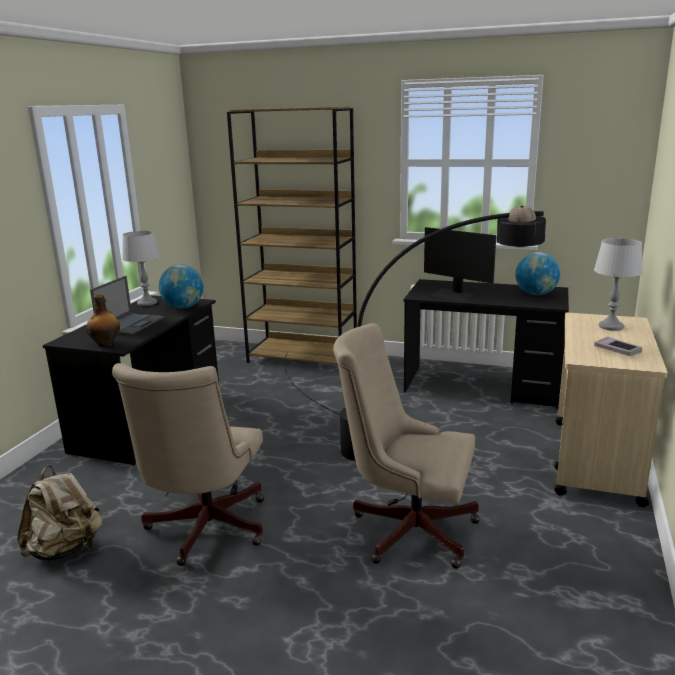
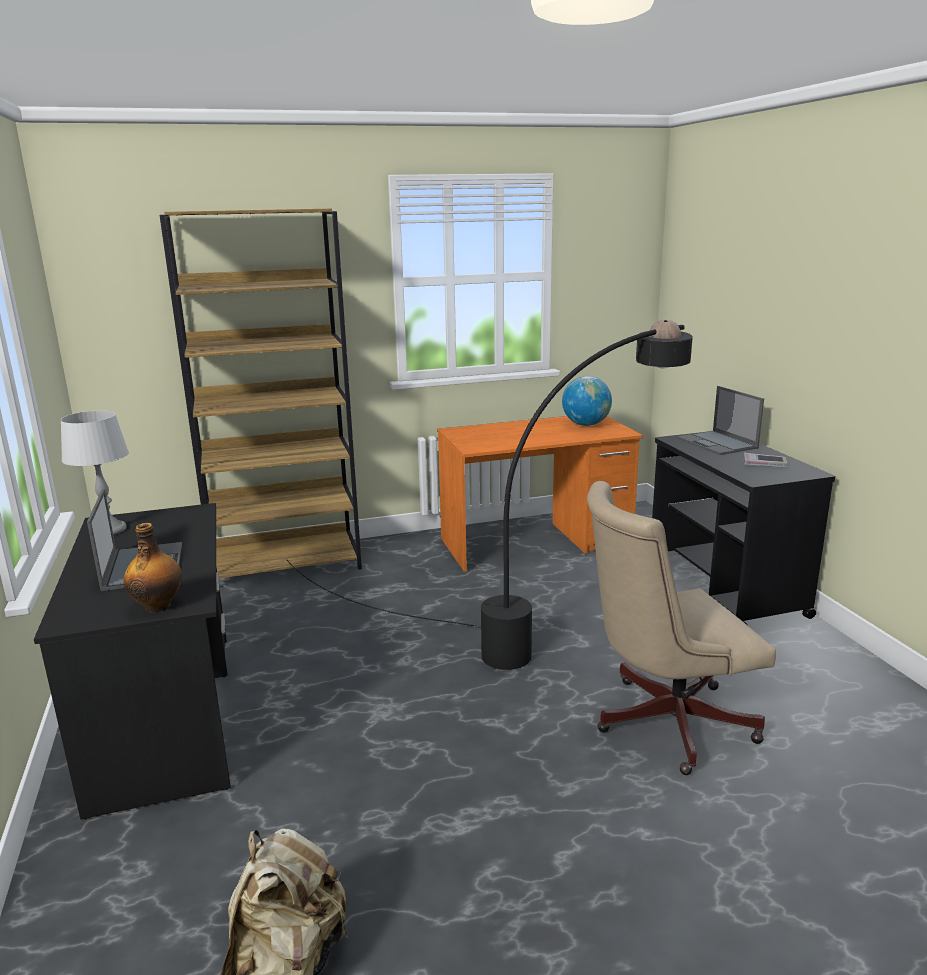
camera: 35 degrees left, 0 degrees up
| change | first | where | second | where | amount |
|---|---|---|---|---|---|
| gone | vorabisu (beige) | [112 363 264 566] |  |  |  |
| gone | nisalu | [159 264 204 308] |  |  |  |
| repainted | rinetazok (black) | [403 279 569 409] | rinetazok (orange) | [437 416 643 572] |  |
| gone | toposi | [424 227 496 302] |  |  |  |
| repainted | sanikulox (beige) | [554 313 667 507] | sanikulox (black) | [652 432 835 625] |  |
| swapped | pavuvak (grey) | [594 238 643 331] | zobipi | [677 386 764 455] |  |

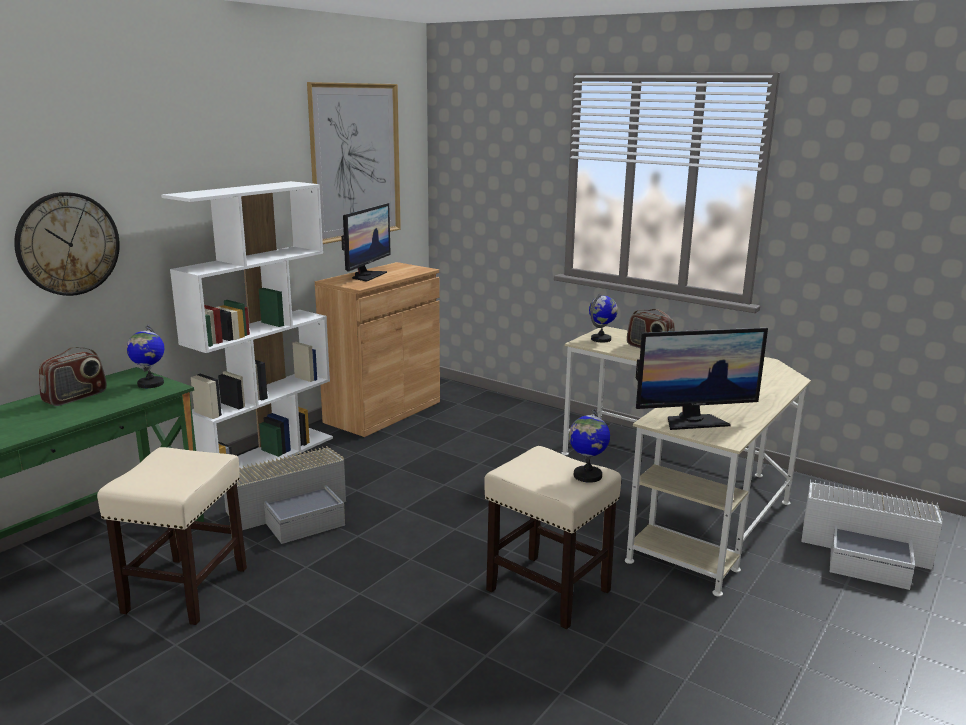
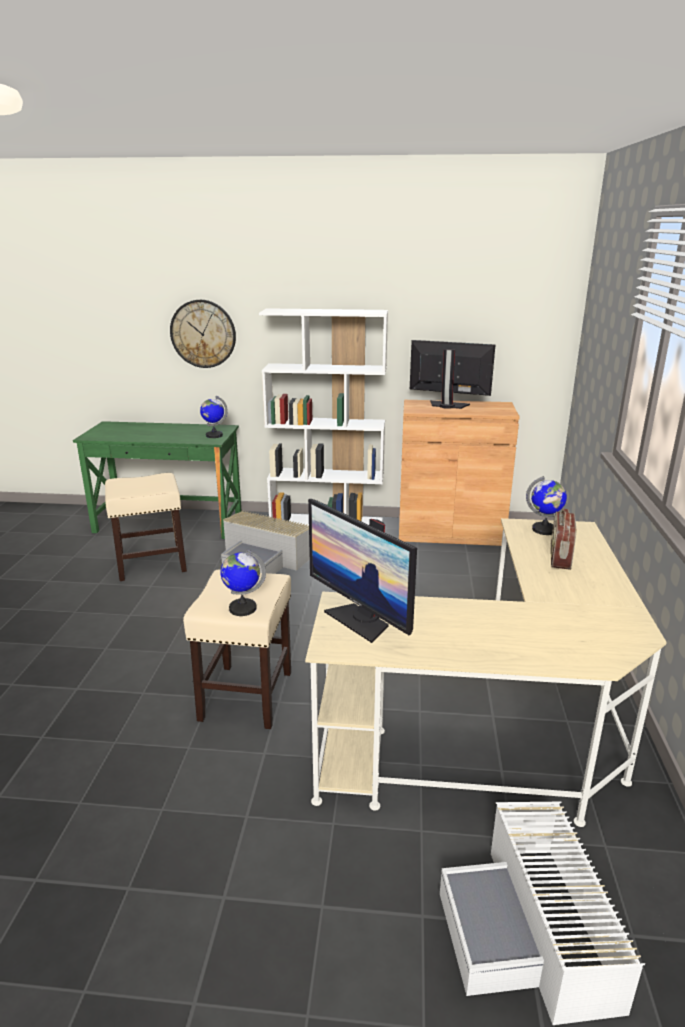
camera: 60 degrees right, 5 degrees up
| change | first | where | second | where | amount |
|---|---|---|---|---|---|
| gone | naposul | [39 347 107 406] |  |  |  |
| gone | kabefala | [307 82 401 244] |  |  |  |
| rotated | toposi | [341 203 391 282] |  | [410 340 495 409] | 150 degrees counterclockwise |

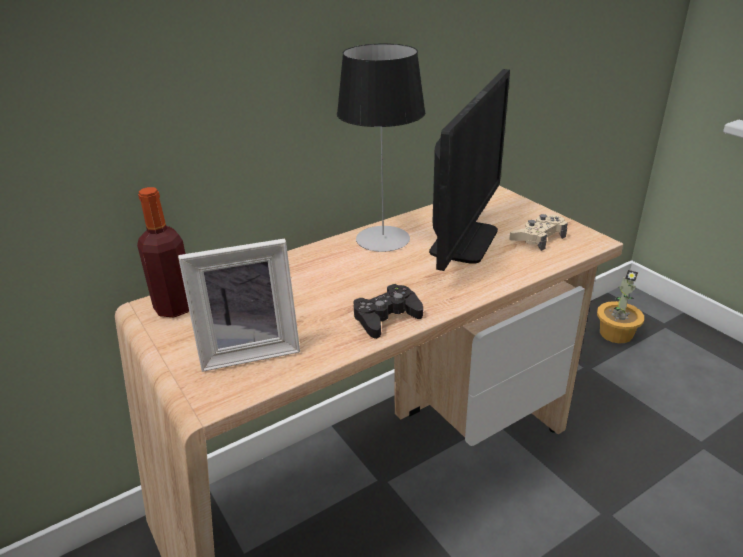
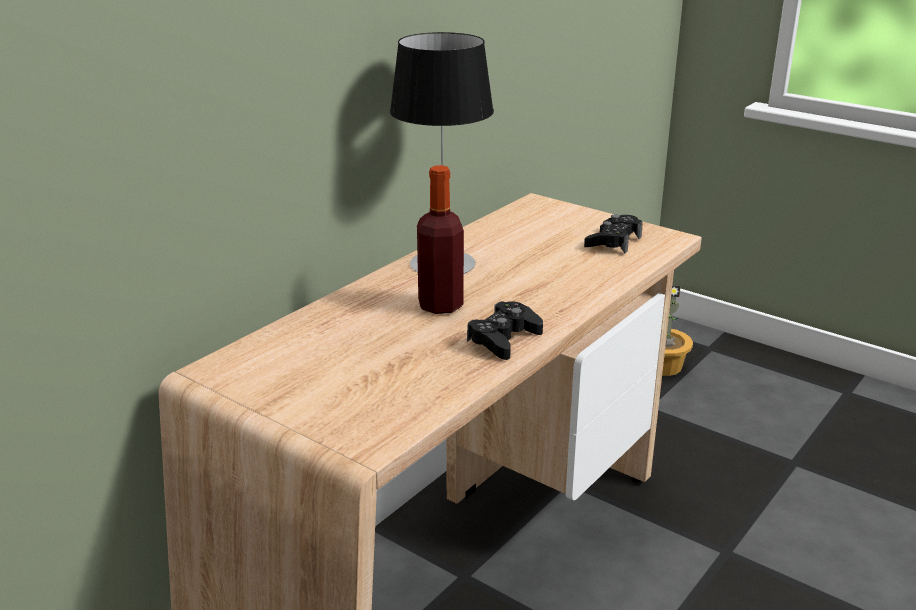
camera: 20 degrees left, 5 degrees down
| change | first | where | second | where | amount |
|---|---|---|---|---|---|
| shifted | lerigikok | [137 187 189 318] |  | [417 165 464 314] |  |
| gone | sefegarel | [178 238 300 372] |  |  |  |
| gone | toposi | [429 69 510 271] |  |  |  |
| repainted | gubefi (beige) | [509 214 568 251] | gubefi (black) | [584 214 643 253] |  |

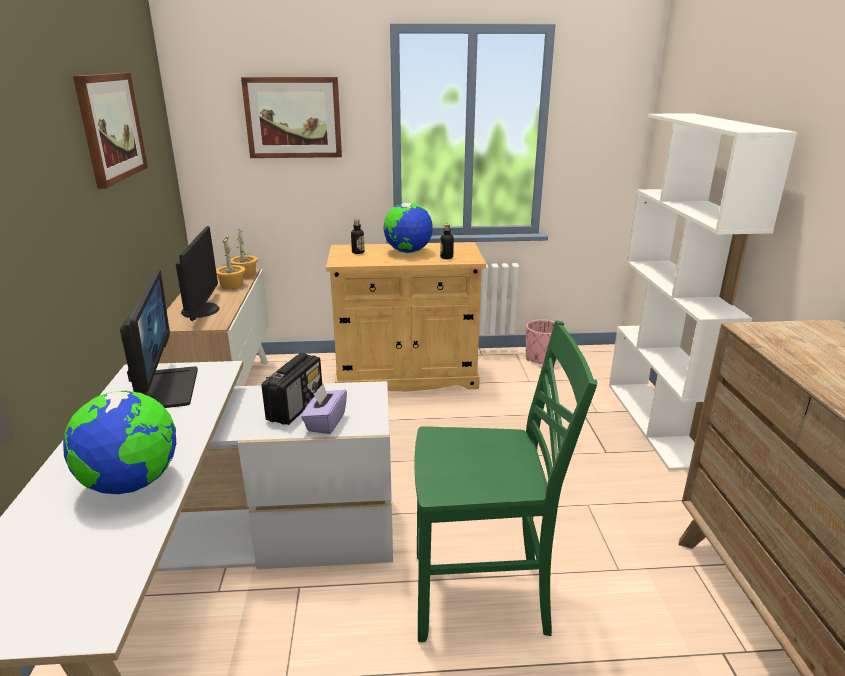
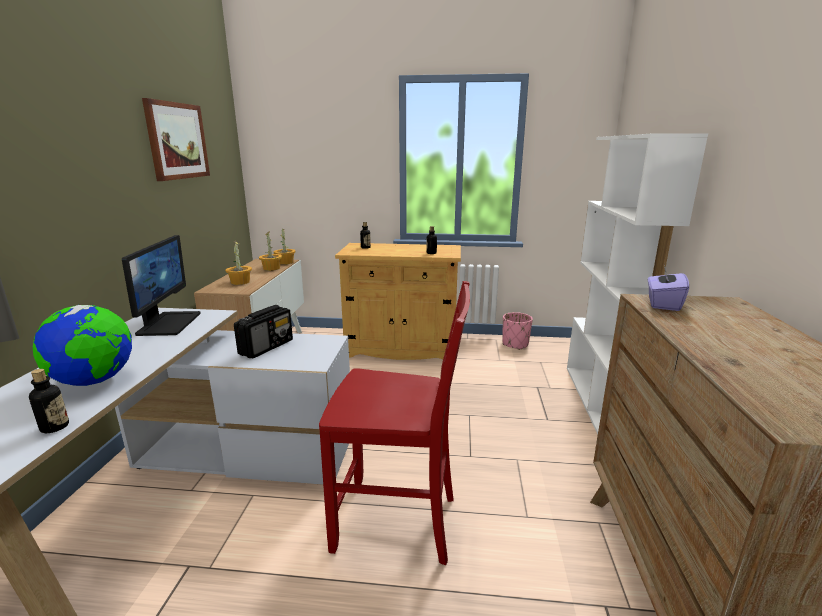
camera: 10 degrees right, 5 degrees down
| change | first | where | second | where | amount |
|---|---|---|---|---|---|
| swapped | toposi | [176 226 219 321] | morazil | [225 241 252 285] |  |
| gone | kabefala | [241 77 342 158] |  |  |  |
| shifted | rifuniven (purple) | [301 384 347 434] |  | [648 263 689 311] |  |
| gone | nisalu | [383 202 433 253] |  |  |  |
| repainted | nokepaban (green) | [414 320 597 642] | nokepaban (red) | [319 281 470 565] |  |
| new |  |  | lerigikok | [29 369 69 433] |  |

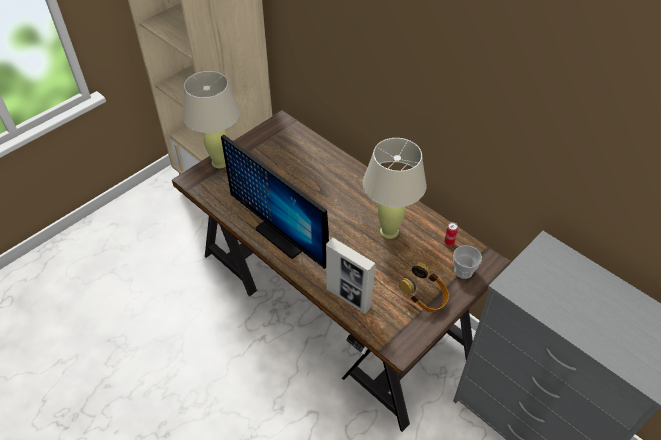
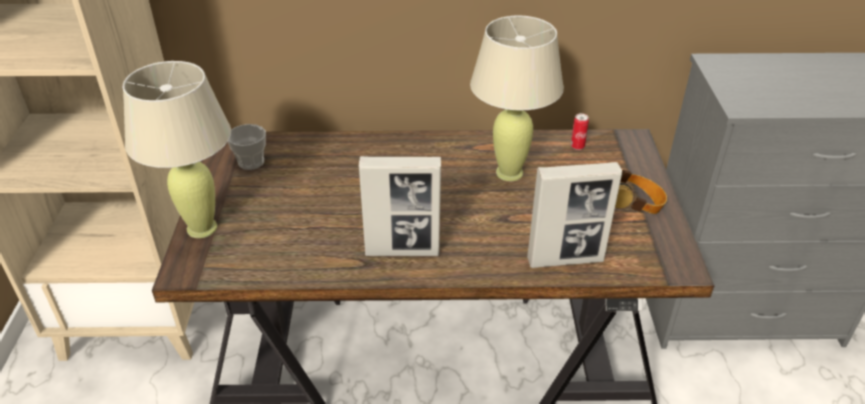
camera: 45 degrees left, 10 degrees down
| change | first | where | second | where | amount |
|---|---|---|---|---|---|
| swapped | toposi | [221 135 329 269] | sefegarel | [359 156 441 256] |  |
| shifted | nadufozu | [453 245 482 279] |  | [228 124 266 170] |  |

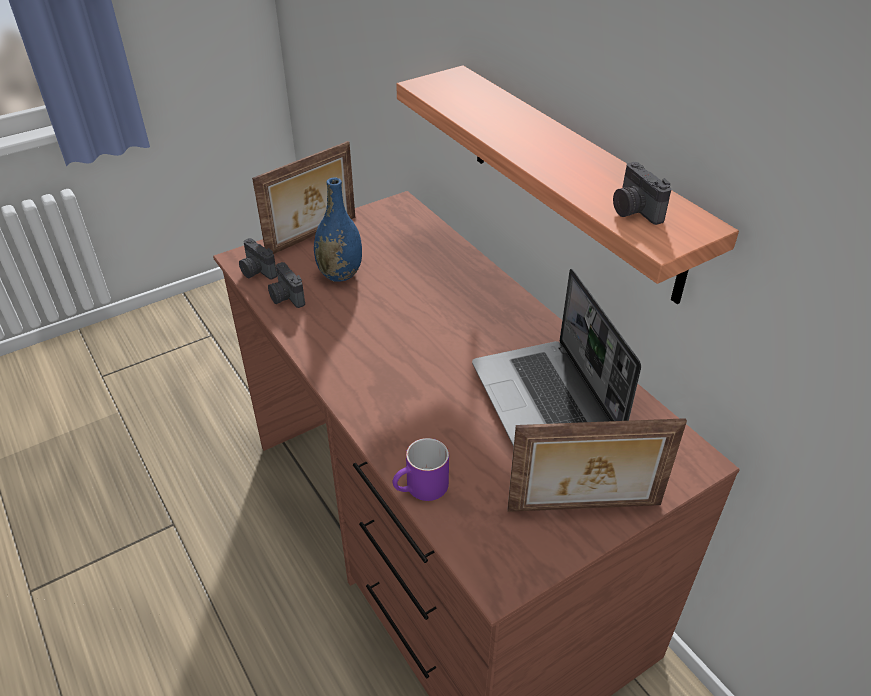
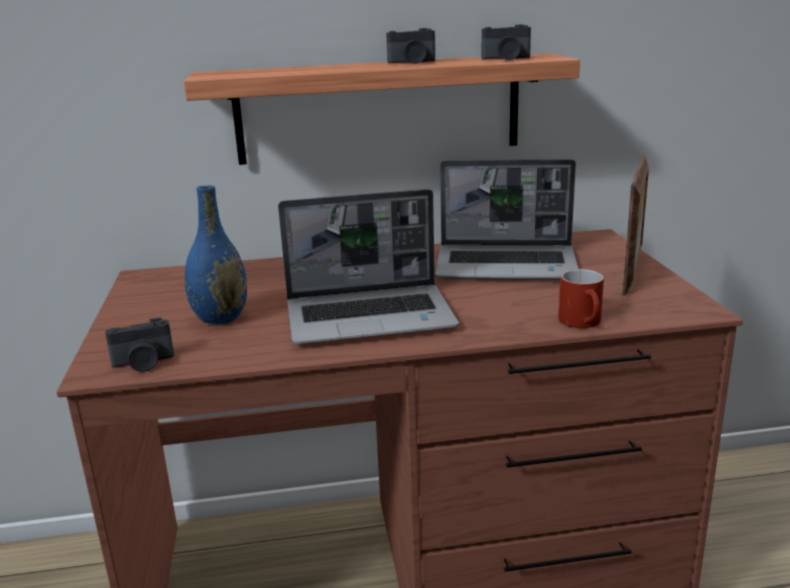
camera: 65 degrees left, 20 degrees down
| change | first | where | second | where | amount |
|---|---|---|---|---|---|
| gone | sefegarel | [252 141 355 254] |  |  |  |
| shifted | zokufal | [268 262 305 308] |  | [386 28 435 64] |  |
| repainted | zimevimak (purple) | [393 438 449 501] | zimevimak (red) | [558 269 604 328] |  |
| new |  |  | zobipi | [278 189 459 344] |  |

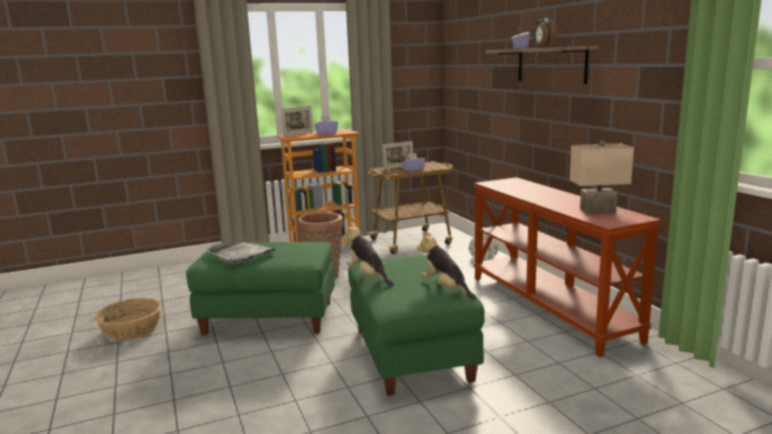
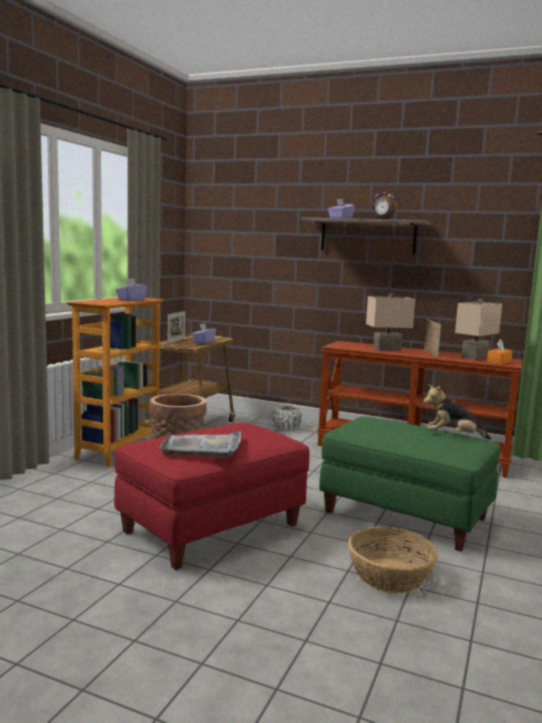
camera: 45 degrees left, 5 degrees down
| change | first | where | second | where | amount |
|---|---|---|---|---|---|
| shifted | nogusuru | [95 298 161 341] |  | [348 527 438 593] |  |
| repainted | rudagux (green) | [186 242 335 335] | rudagux (red) | [114 423 310 570] |  |
| shifted | sefegarel | [281 106 313 137] |  | [424 319 441 358] |  |
| gone | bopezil | [342 222 394 286] |  |  |  |
| new |  |  | pavuvak (beige) | [366 293 415 351] |  |
| new |  |  | rifuniven (orange) | [487 339 513 365] |  |

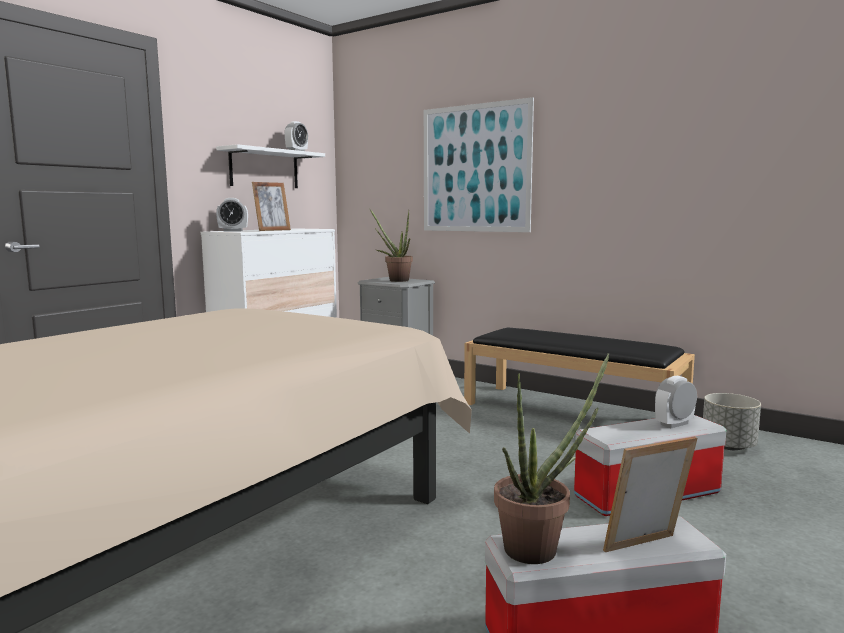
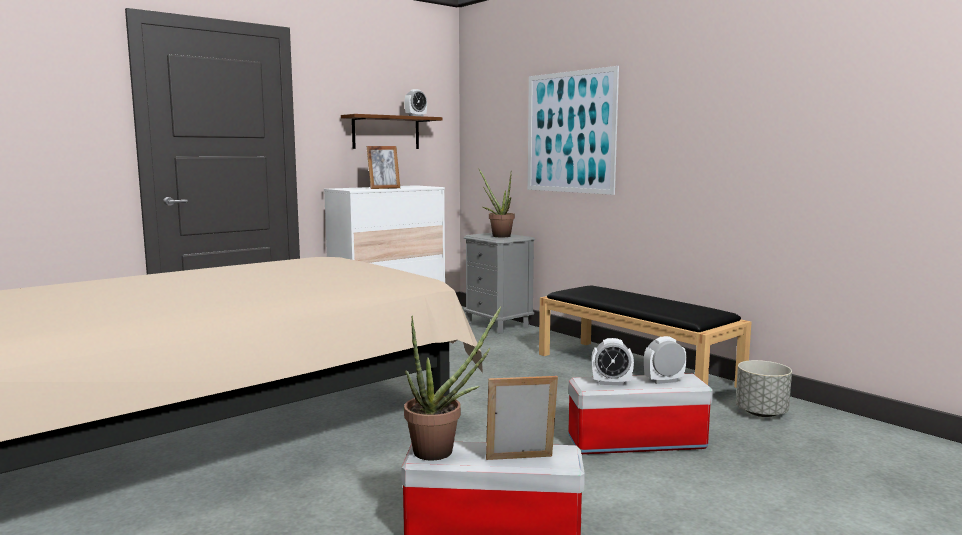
camera: 15 degrees right, 0 degrees up
| change | first | where | second | where | amount |
|---|---|---|---|---|---|
| repainted | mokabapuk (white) | [216 144 325 188] | mokabapuk (brown) | [341 114 442 149] |  |
| shifted | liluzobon | [216 198 248 232] |  | [591 338 634 386] |  |

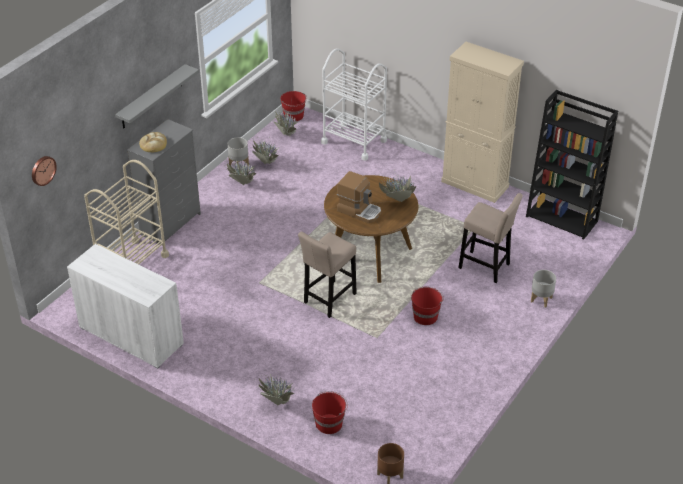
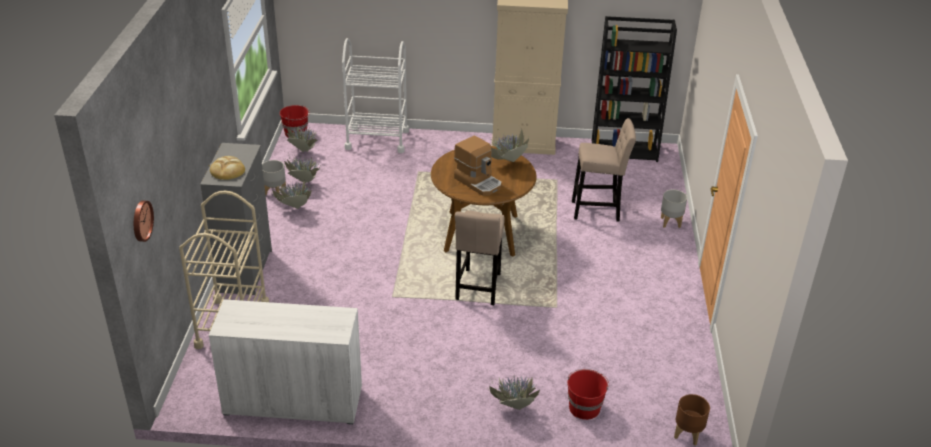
camera: 30 degrees left, 5 degrees down
| change | first | where | second | where | amount |
|---|---|---|---|---|---|
| gone | mokabapuk (grey) | [115 64 199 128] |  |  |  |
| rotated | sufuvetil | [337 171 381 223] |  | [454 135 502 196] | 45 degrees clockwise |
| gone | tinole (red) | [411 287 444 325] |  |  |  |

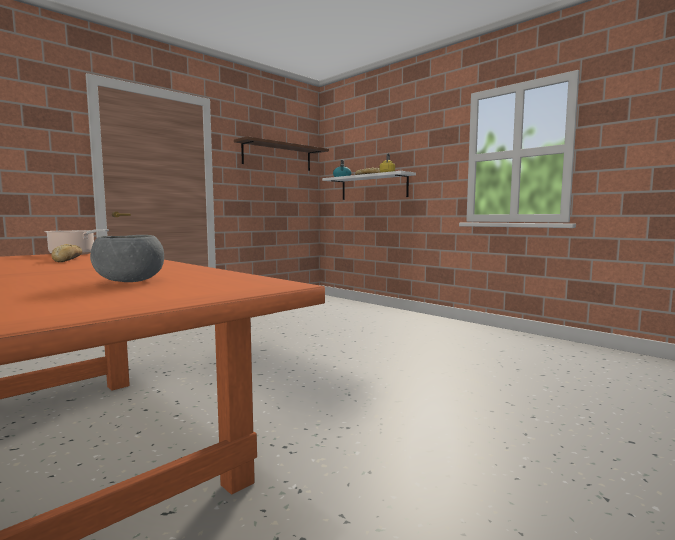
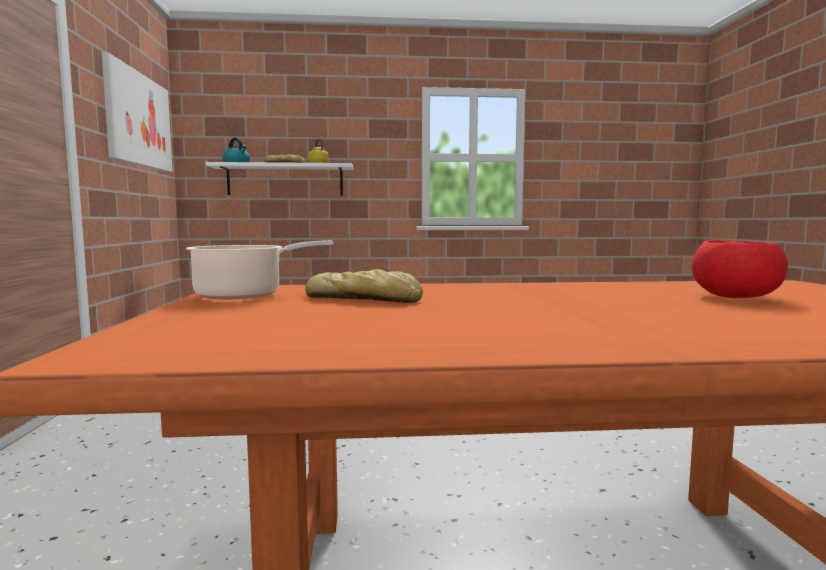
camera: 50 degrees left, 0 degrees up
| change | first | where | second | where | amount |
|---|---|---|---|---|---|
| repainted | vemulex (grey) | [90 235 164 282] | vemulex (red) | [692 240 788 298] |  |
| swapped | mokabapuk (brown) | [234 136 329 171] | kabefala | [102 52 172 172] |  |

